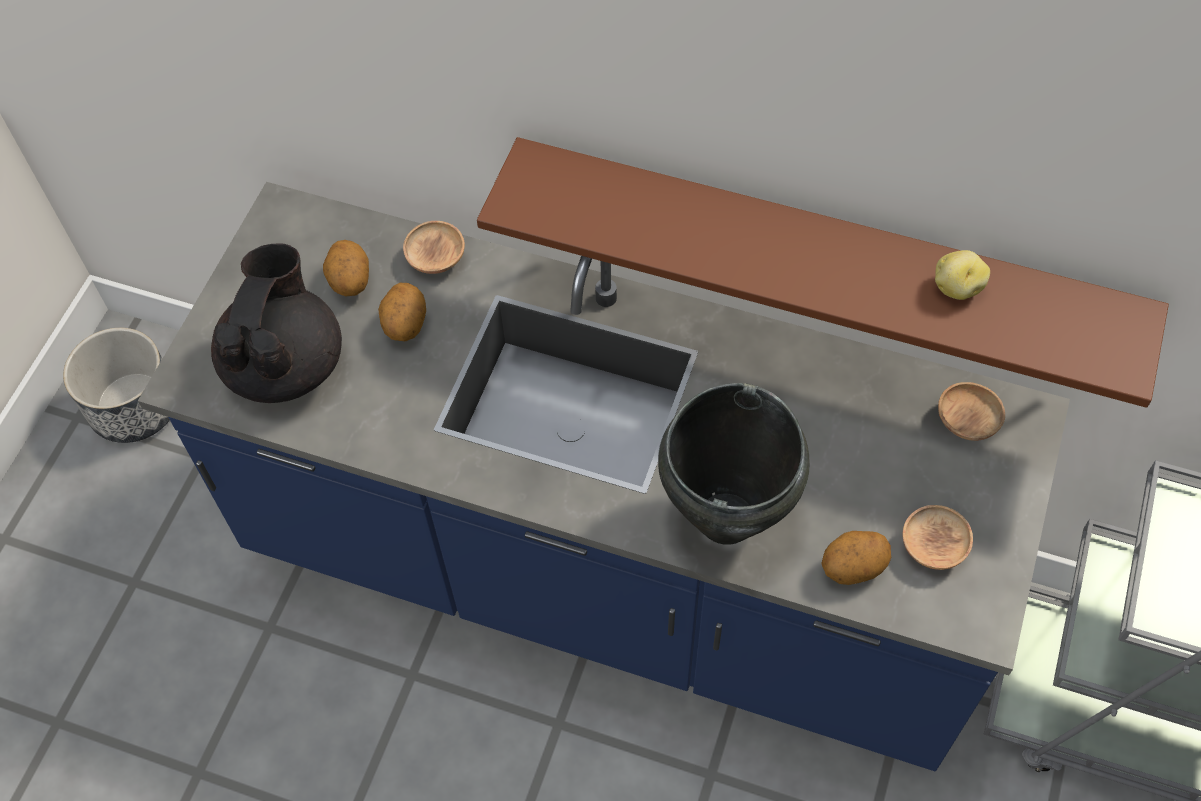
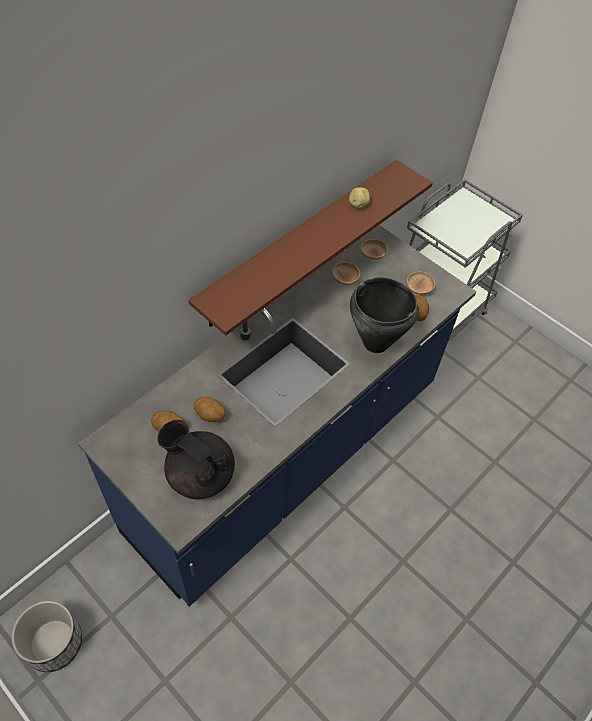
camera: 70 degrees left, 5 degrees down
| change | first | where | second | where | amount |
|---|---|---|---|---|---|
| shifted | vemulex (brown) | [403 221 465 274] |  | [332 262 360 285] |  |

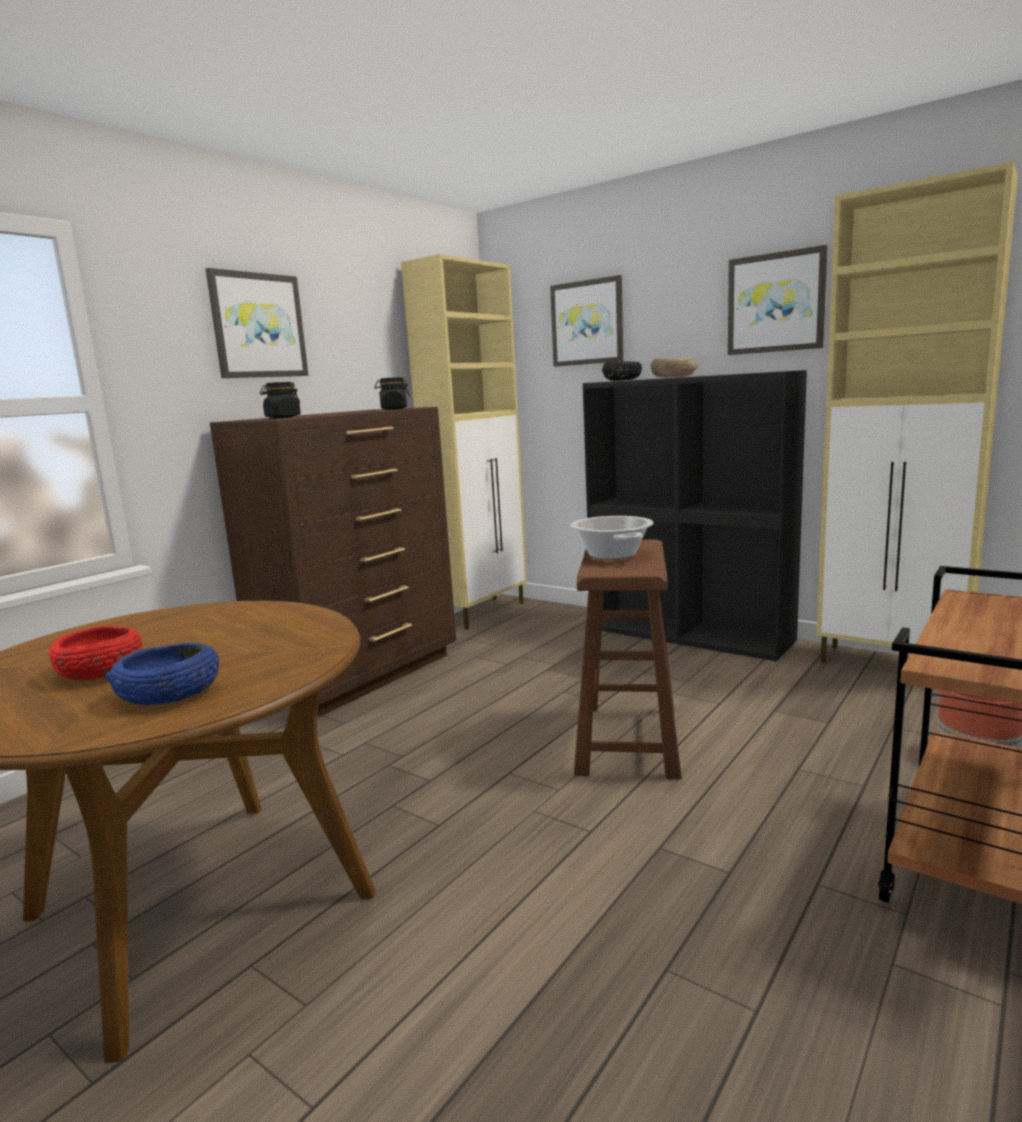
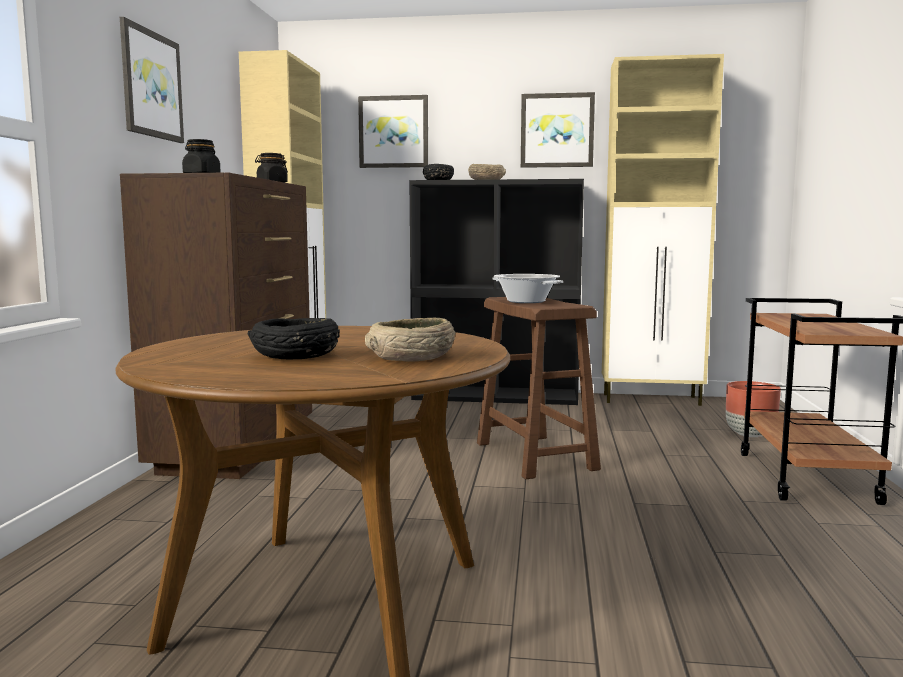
camera: 30 degrees left, 5 degrees down
| change | first | where | second | where | amount |
|---|---|---|---|---|---|
| repainted | vemulex (red) | [49 626 143 680] | vemulex (black) | [248 318 340 359] |  |
| repainted | vemulex (blue) | [106 643 219 705] | vemulex (beige) | [365 318 455 362] |  |

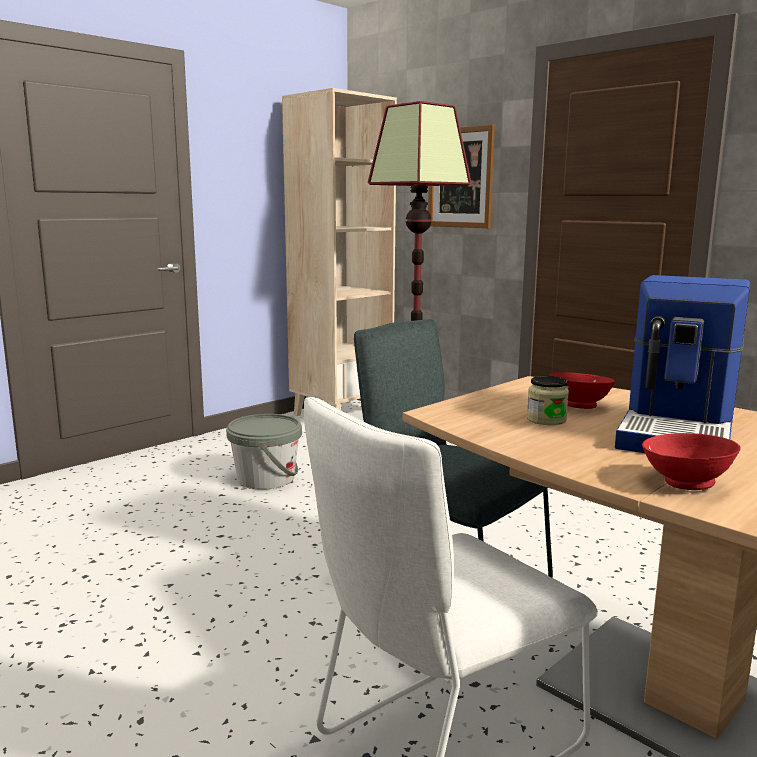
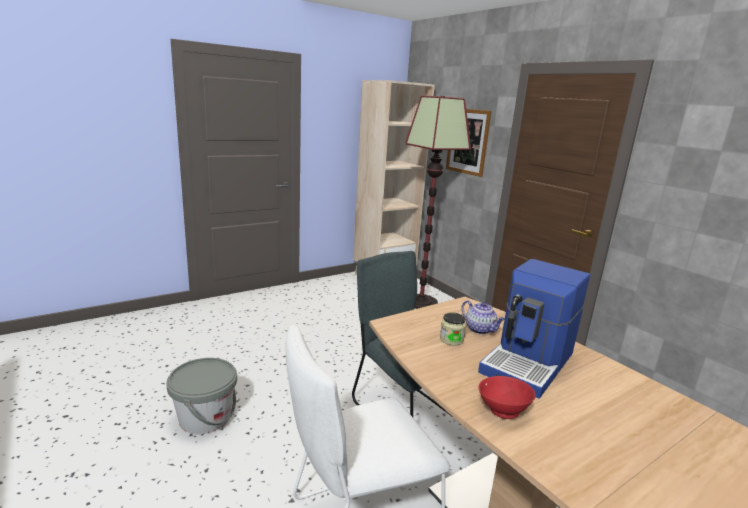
camera: 10 degrees right, 5 degrees up
| change | first | where | second | where | amount |
|---|---|---|---|---|---|
| shifted | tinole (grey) | [226 414 302 490] |  | [166 358 237 434] |  |
| swapped | vemulex (red) | [550 372 615 409] | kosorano | [461 300 505 334] |  |

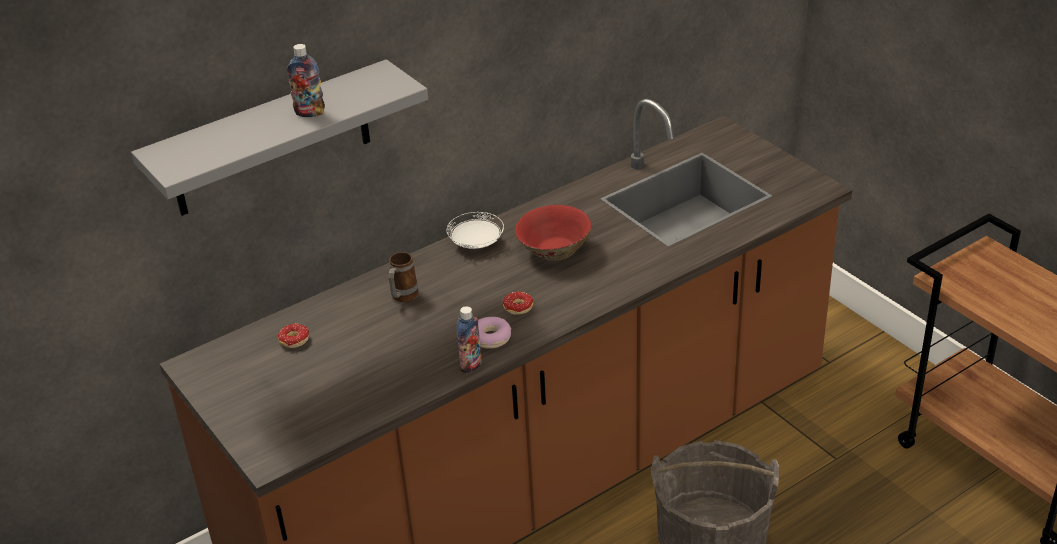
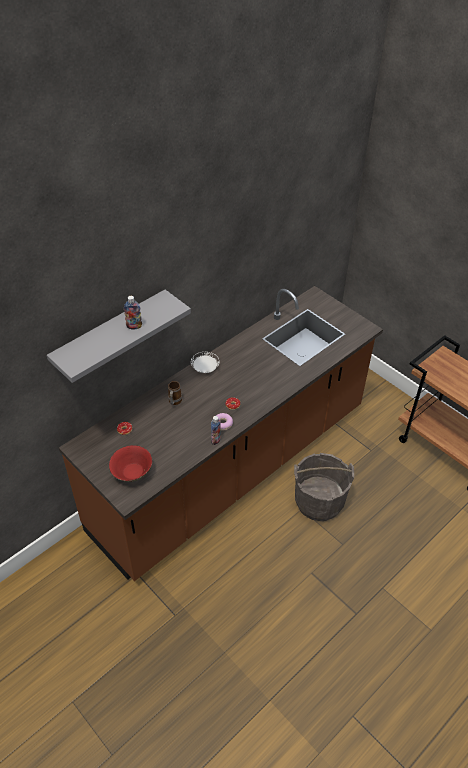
camera: 10 degrees left, 10 degrees up
| change | first | where | second | where | amount |
|---|---|---|---|---|---|
| shifted | vemulex (red) | [515 205 592 261] |  | [109 445 152 482] |  |

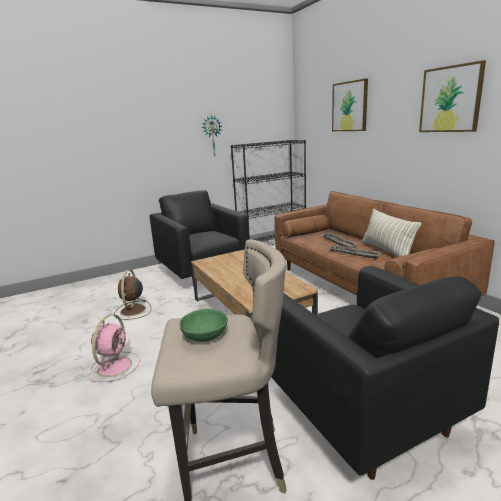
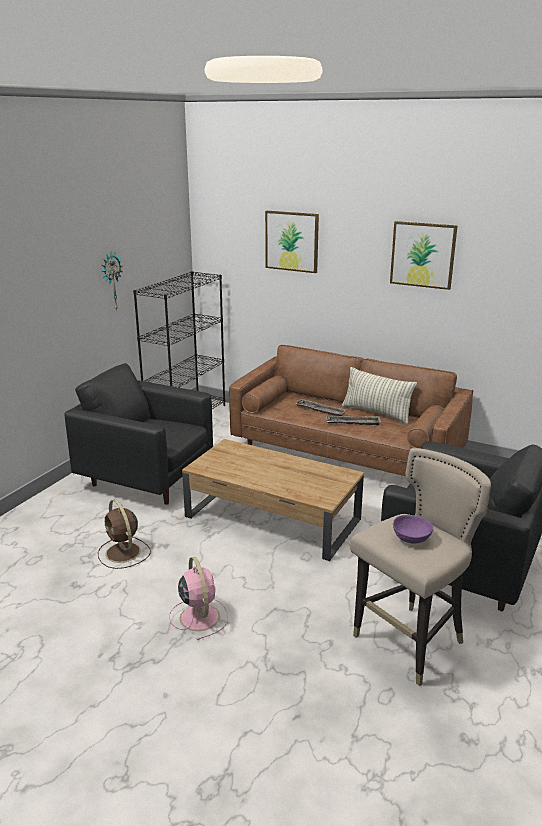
camera: 35 degrees left, 5 degrees up
| change | first | where | second | where | amount |
|---|---|---|---|---|---|
| repainted | vemulex (green) | [180 309 228 342] | vemulex (purple) | [393 515 433 544] |  |

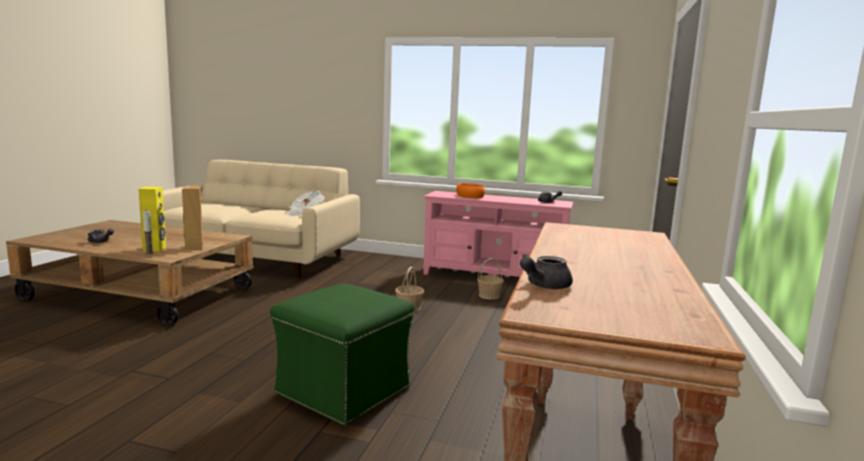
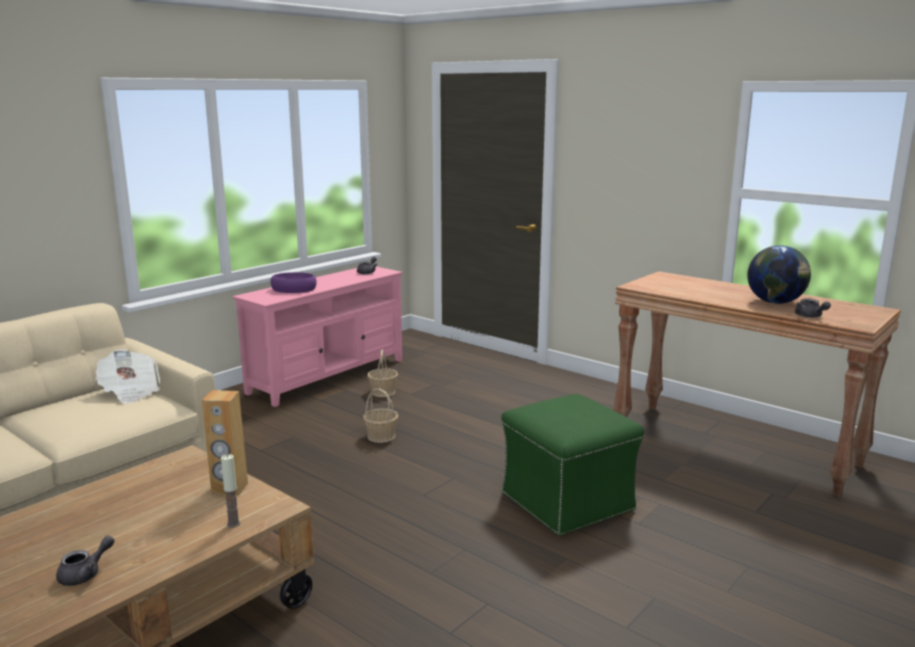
camera: 65 degrees left, 5 degrees up
| change | first | where | second | where | amount |
|---|---|---|---|---|---|
| gone | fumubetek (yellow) | [138 187 166 252] |  |  |  |
| repainted | vemulex (orange) | [456 183 485 198] | vemulex (purple) | [270 272 317 293] |  |
| new |  |  | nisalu | [747 245 811 304] |  |

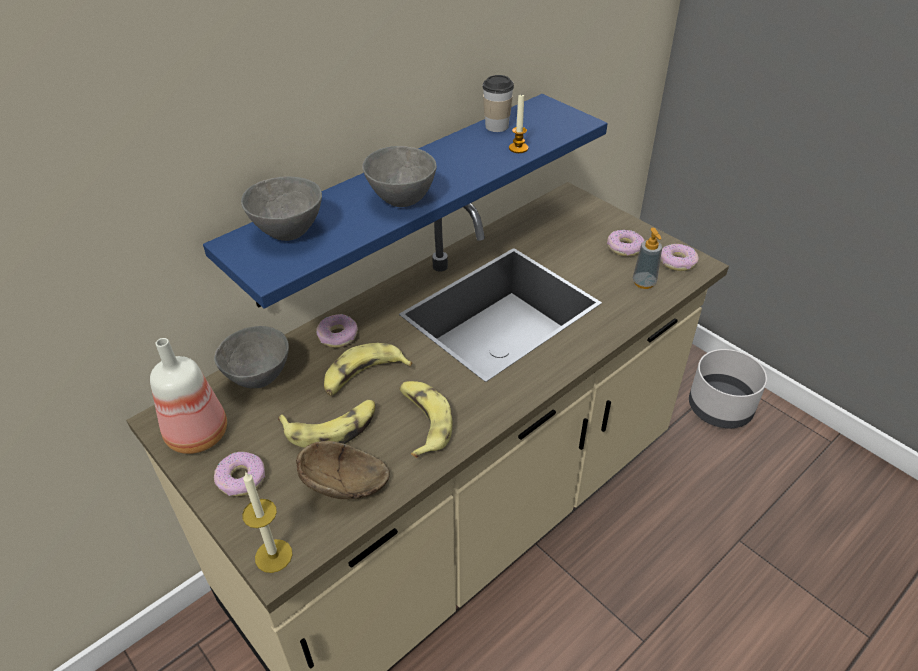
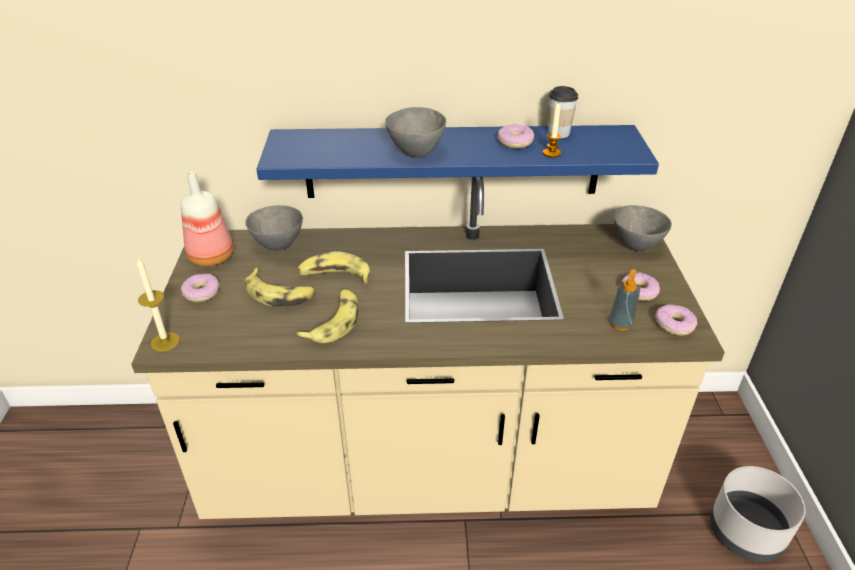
camera: 40 degrees right, 5 degrees down
| change | first | where | second | where | amount |
|---|---|---|---|---|---|
| shifted | vemulex (grey) | [241 176 322 241] |  | [613 205 672 251] |  |
| gone | vemulex (brown) | [296 441 390 499] |  |  |  |
| shifted | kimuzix | [316 314 358 348] |  | [497 124 534 148] |  |

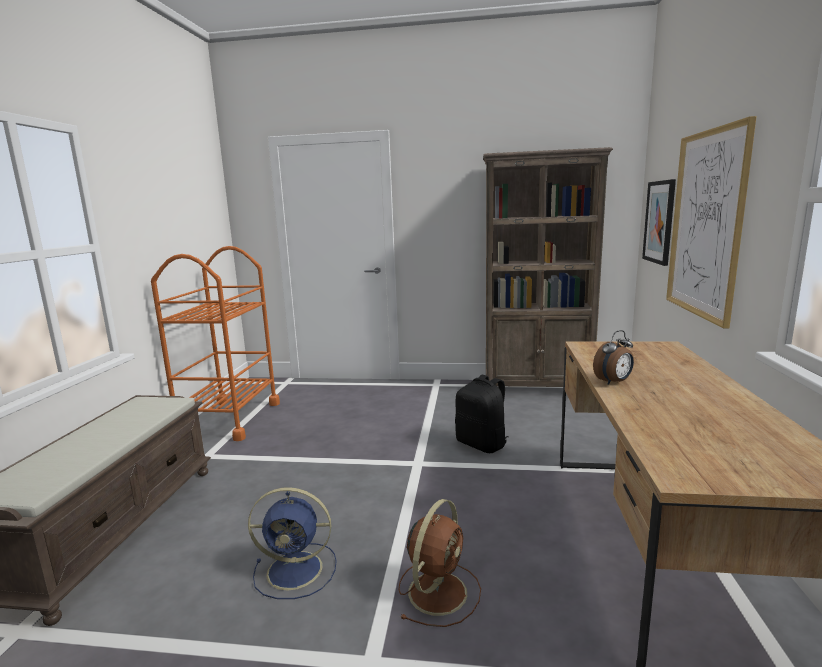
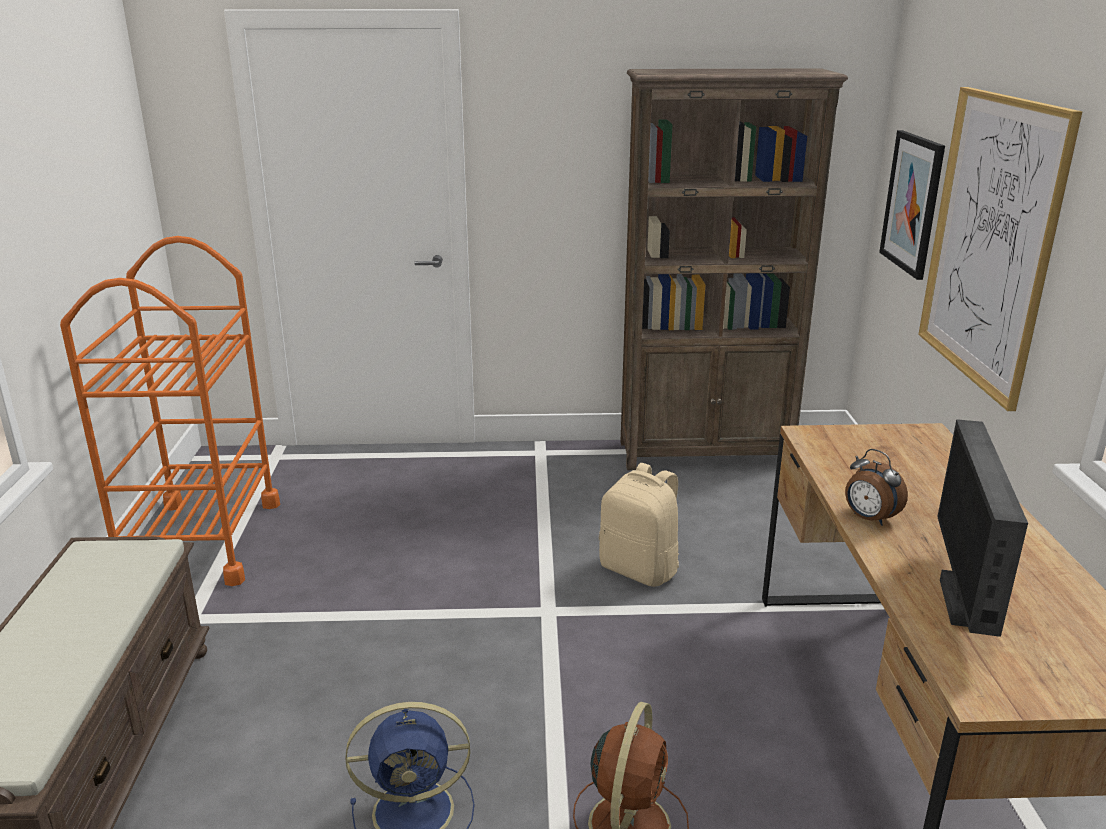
camera: 10 degrees left, 10 degrees up
| change | first | where | second | where | amount |
|---|---|---|---|---|---|
| repainted | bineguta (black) | [455 375 508 453] | bineguta (beige) | [599 463 679 587] |  |
| rotated | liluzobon | [593 330 634 385] |  | [845 449 908 526] | 90 degrees clockwise |
| new |  |  | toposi | [937 419 1028 637] |  |

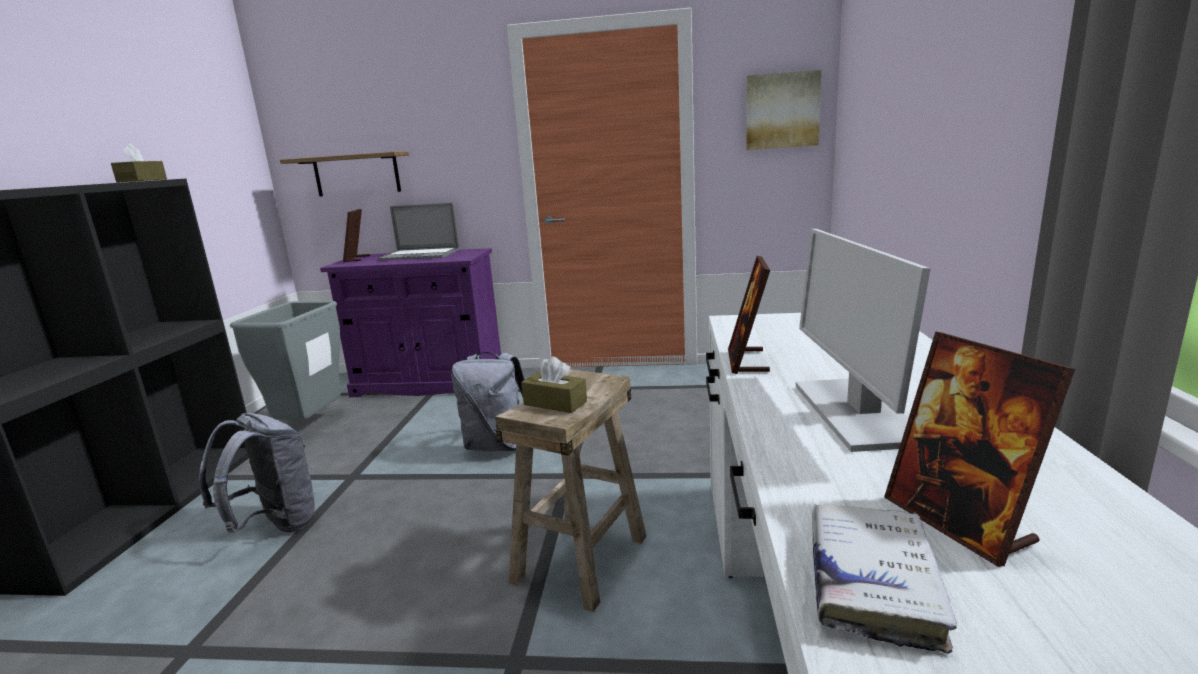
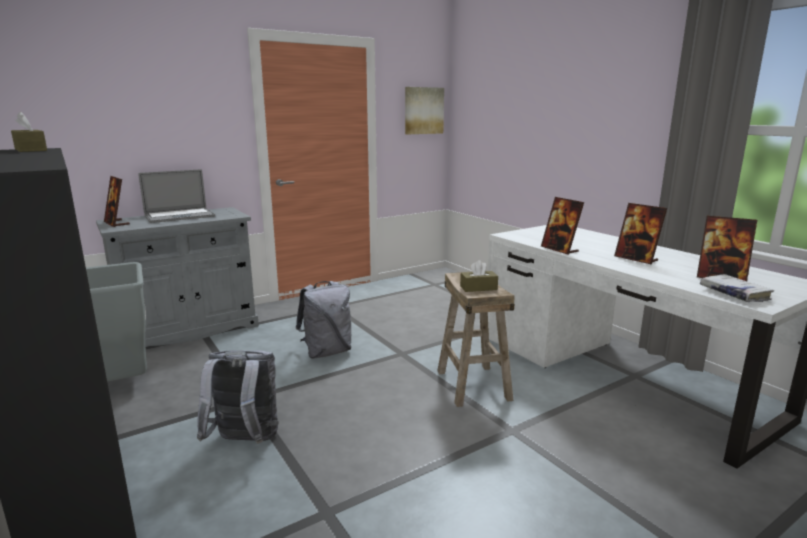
camera: 40 degrees left, 0 degrees up
| change | first | where | second | where | amount |
|---|---|---|---|---|---|
| gone | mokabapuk | [280 151 409 197] |  |  |  |
| repainted | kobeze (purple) | [320 248 501 397] | kobeze (grey) | [96 207 259 347] |  |
| swapped | toposi | [796 229 931 452] | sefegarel | [614 203 667 265] |  |

